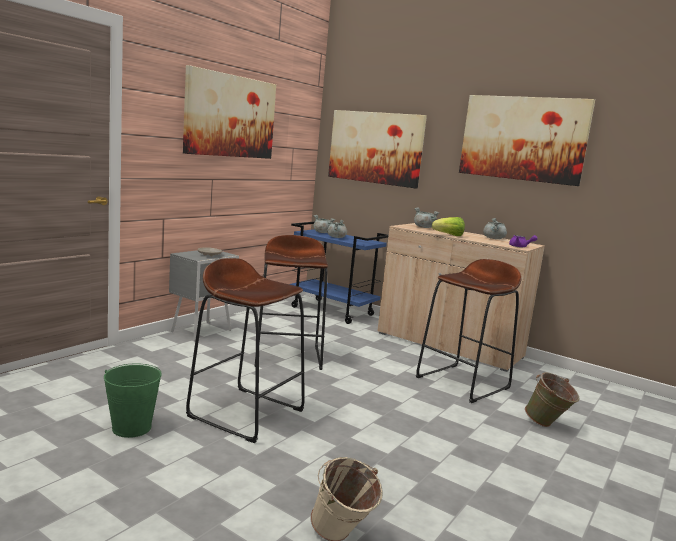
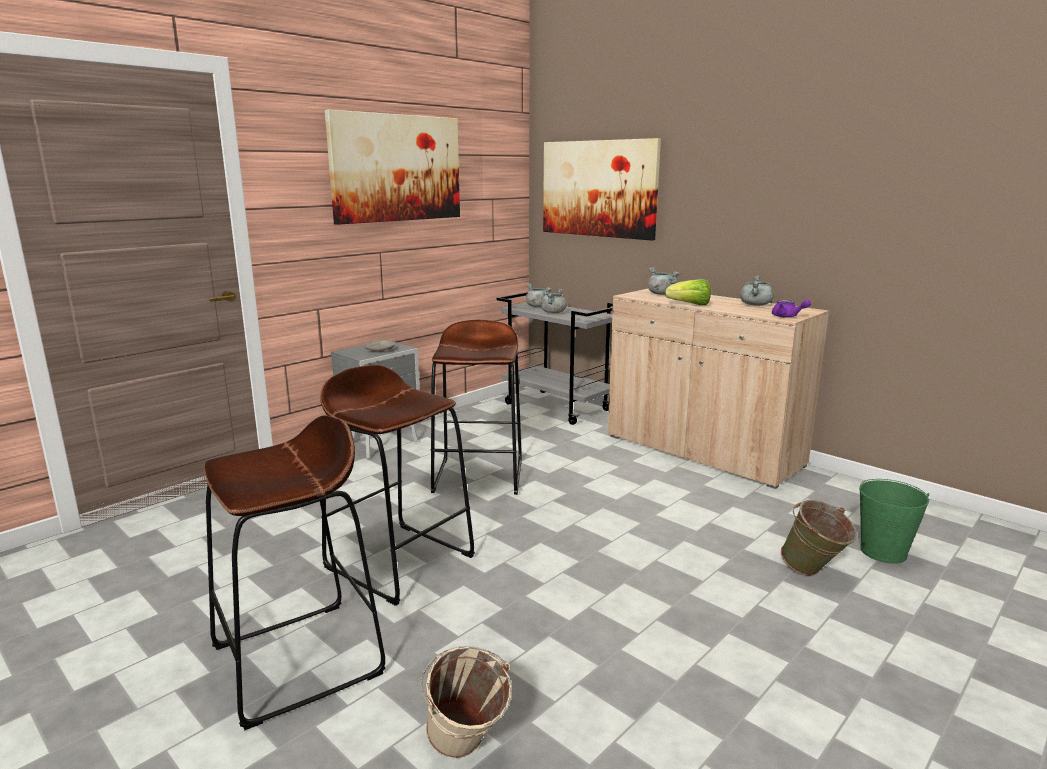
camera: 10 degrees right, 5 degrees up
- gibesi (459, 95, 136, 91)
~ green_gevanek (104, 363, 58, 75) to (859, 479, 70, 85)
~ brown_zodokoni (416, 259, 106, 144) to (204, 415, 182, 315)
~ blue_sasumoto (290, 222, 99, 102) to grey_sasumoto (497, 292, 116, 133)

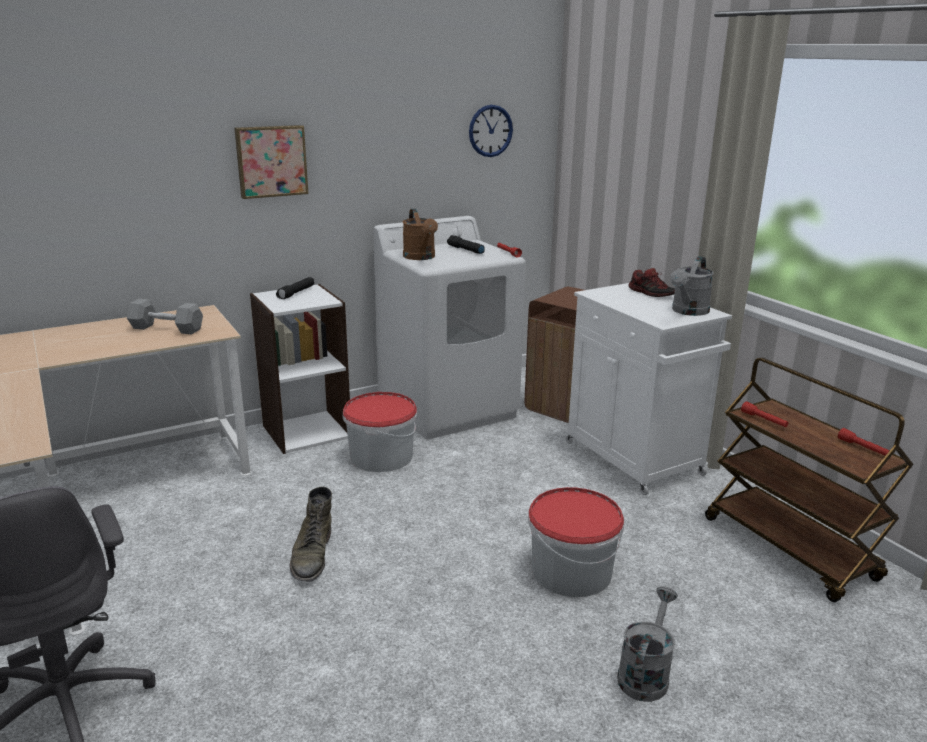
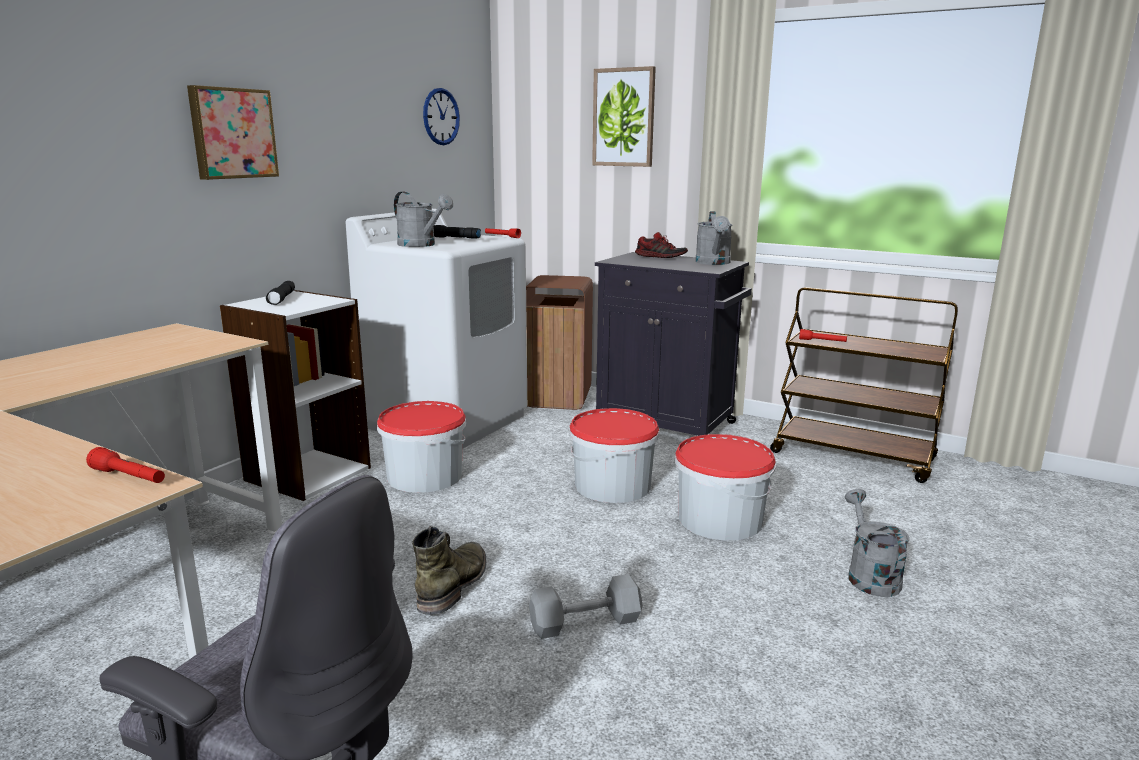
camera: 30 degrees left, 5 degrees down
+ gevanek (569, 408, 90, 95)
+ gibesi (592, 66, 64, 101)
~ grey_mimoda (127, 299, 76, 36) to (529, 574, 114, 65)
~ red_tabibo (838, 428, 52, 28) to (86, 447, 79, 36)
~ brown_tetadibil (403, 209, 35, 51) to grey_tetadibil (394, 192, 59, 55)
~ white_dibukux (566, 283, 166, 212) to black_dibukux (595, 252, 157, 184)
~ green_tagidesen (289, 486, 43, 96) = (412, 526, 75, 89) 135 degrees counterclockwise

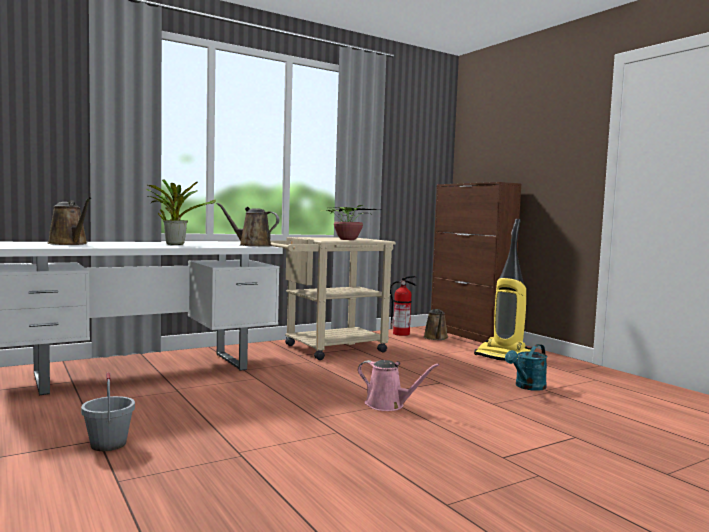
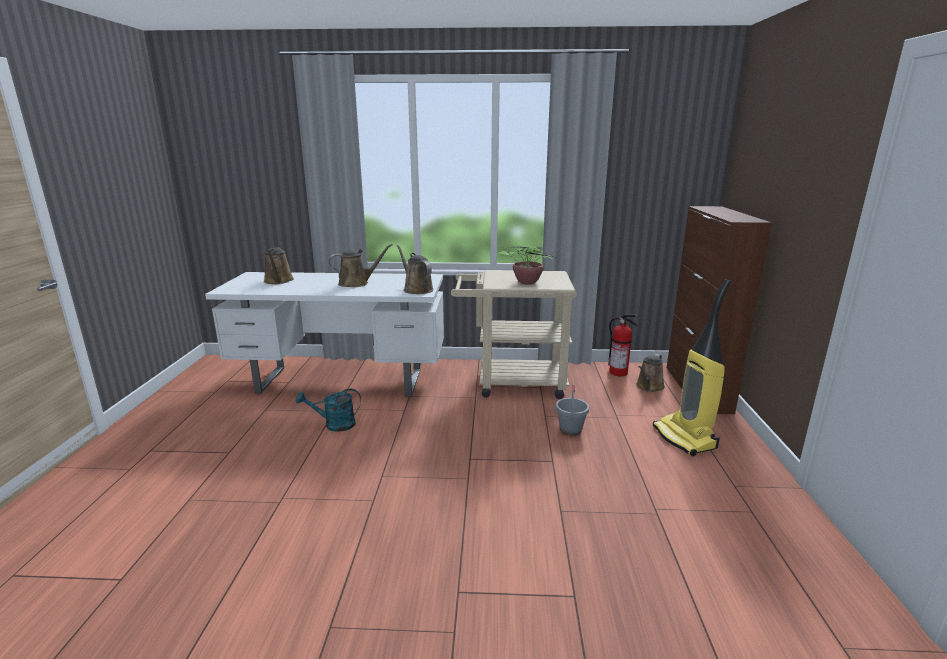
camera: 35 degrees right, 15 degrees up
- pink_tetadibil (358, 360, 82, 51)
~ grey_gevanek (81, 372, 54, 79) to (556, 385, 33, 50)
~ turquoise_tetadibil (505, 344, 43, 47) to (296, 389, 65, 43)
~ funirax (146, 179, 70, 66) to brown_tetadibil (329, 244, 63, 43)

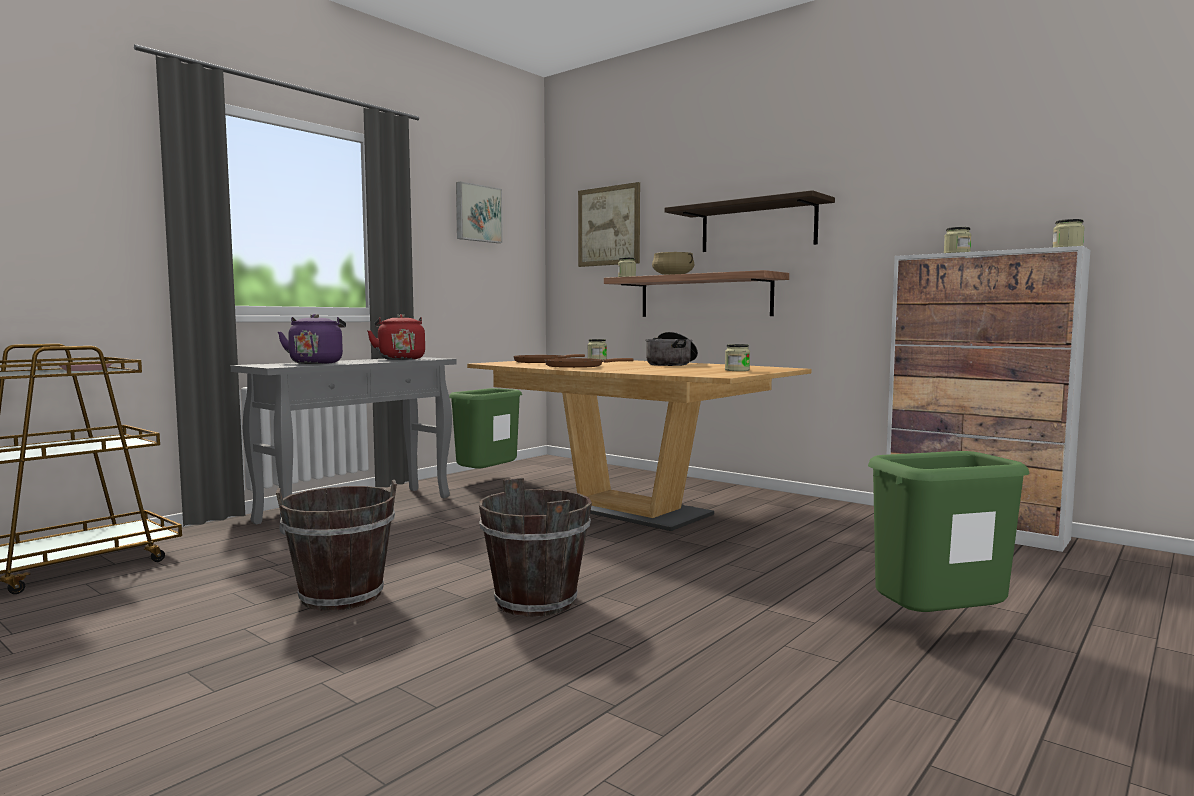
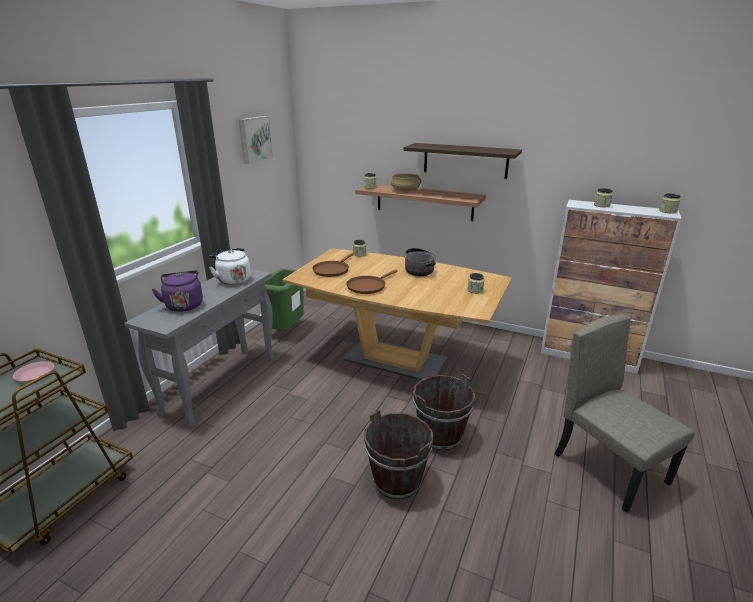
camera: 15 degrees left, 20 degrees up
- gibesi (578, 182, 62, 85)
~ brown_gevanek (276, 480, 121, 131) to (413, 374, 62, 77)
~ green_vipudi (868, 451, 162, 161) to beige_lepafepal (554, 315, 141, 198)
~ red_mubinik (367, 314, 58, 46) to white_mubinik (209, 248, 42, 37)

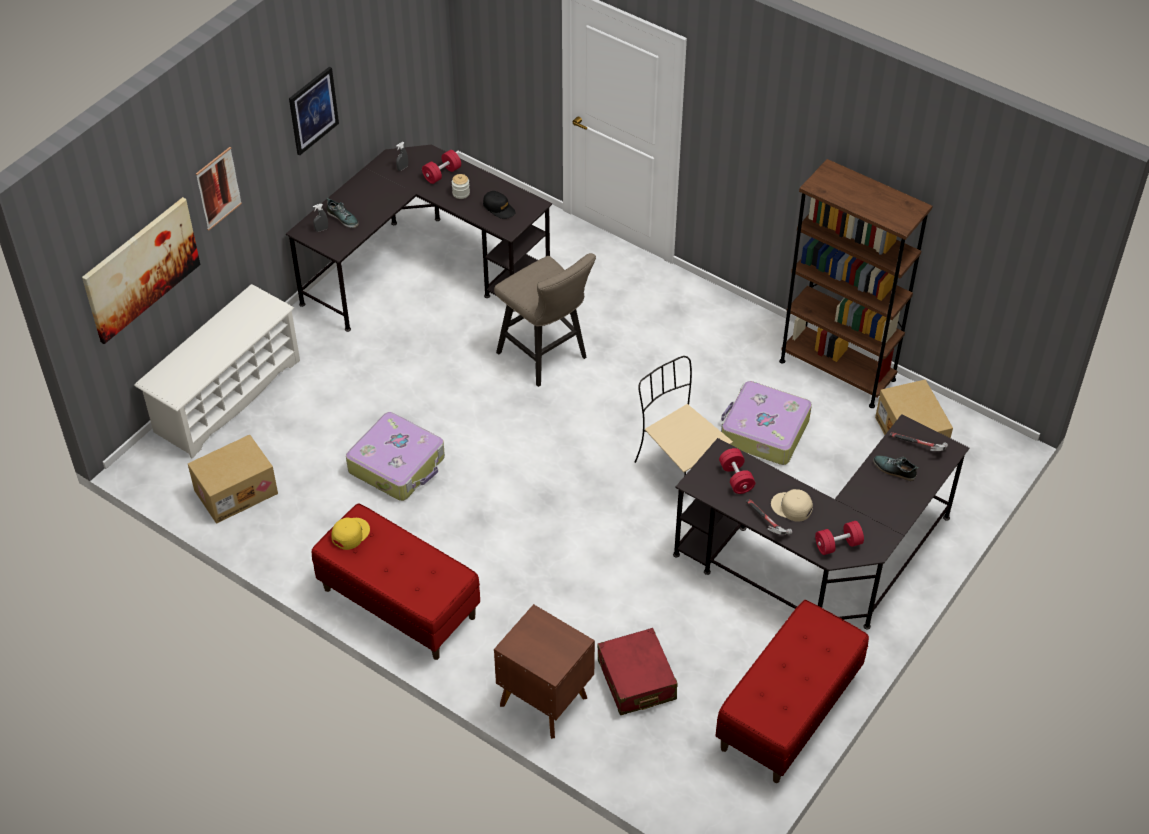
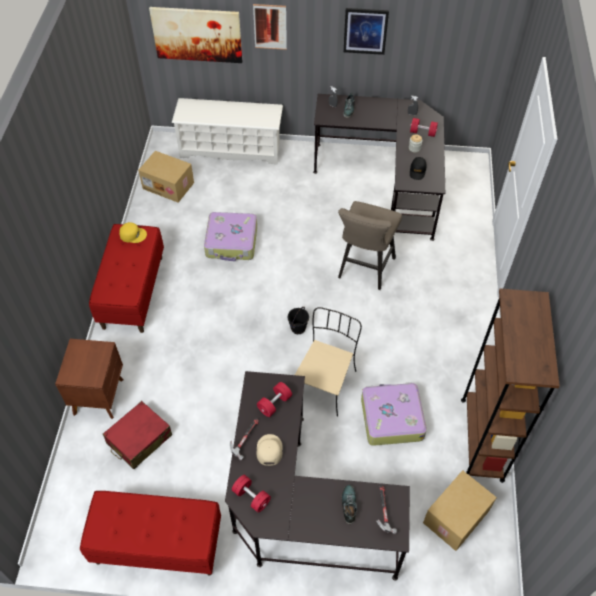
camera: 60 degrees right, 5 degrees up
+ black_gevanek (288, 307, 21, 27)

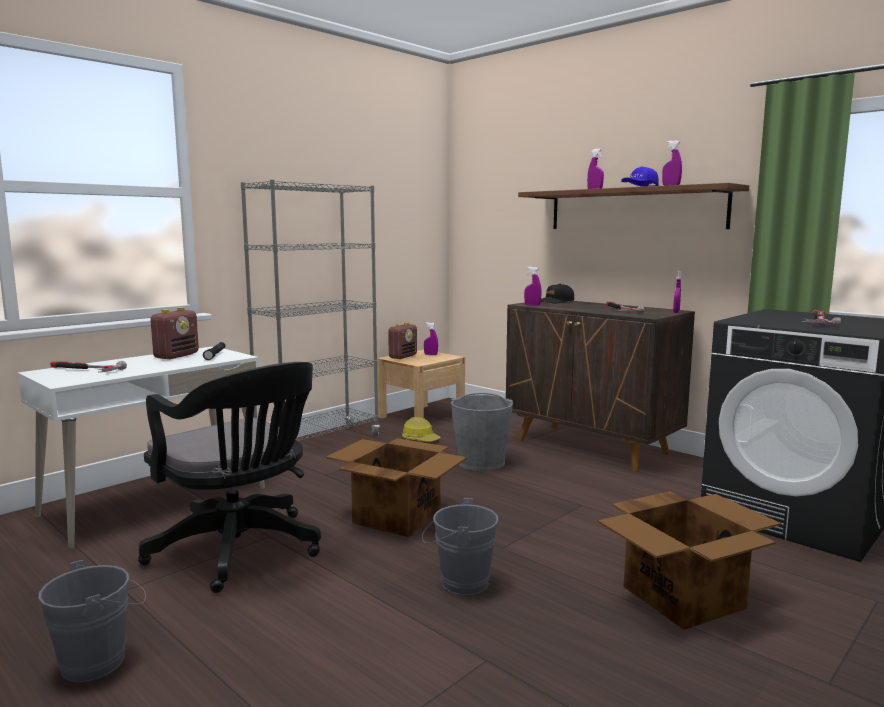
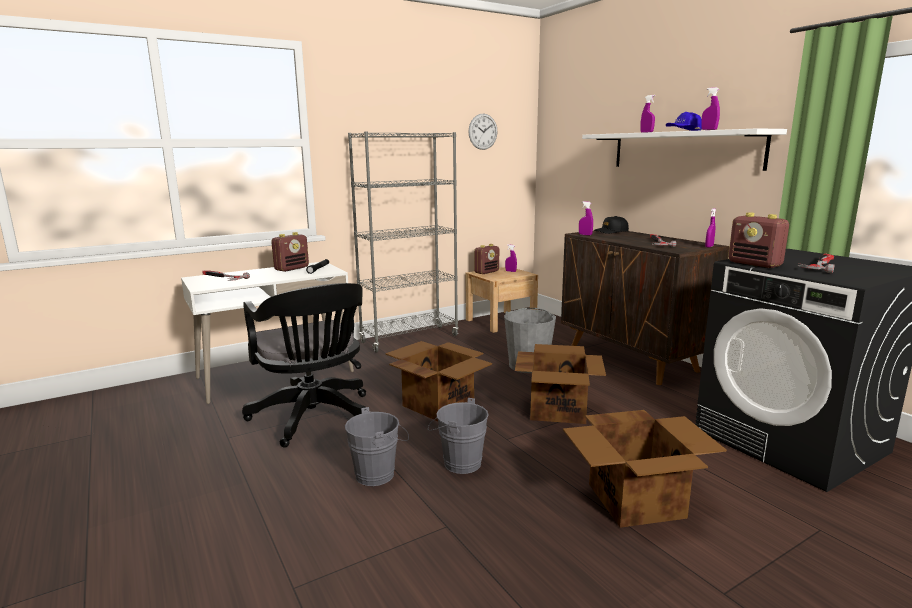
camera: 15 degrees right, 5 degrees up
- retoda (402, 417, 39, 25)
+ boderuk (468, 113, 29, 37)
+ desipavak (515, 344, 91, 80)
+ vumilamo (728, 212, 61, 56)
~ grey_gevanek (38, 560, 108, 122) to (345, 407, 64, 79)
~ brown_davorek (518, 183, 231, 46) to white_davorek (582, 128, 205, 43)

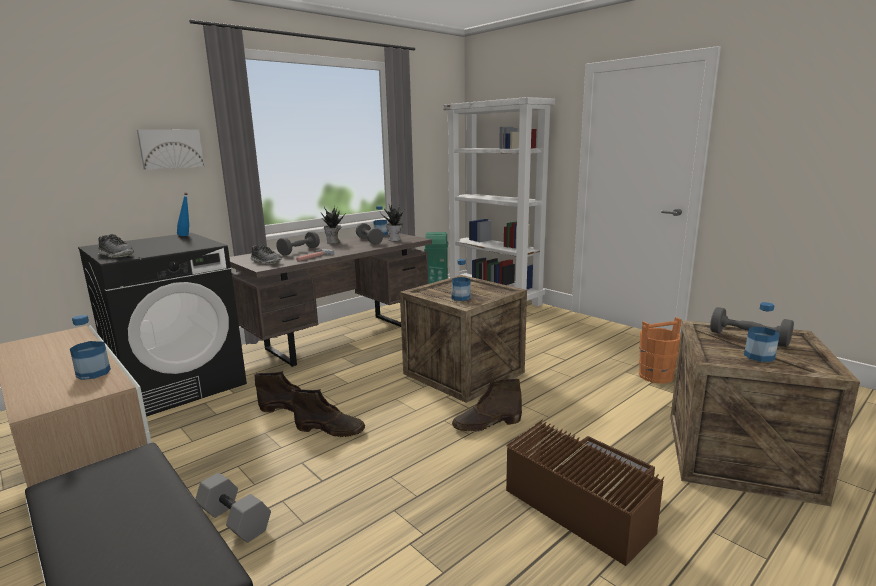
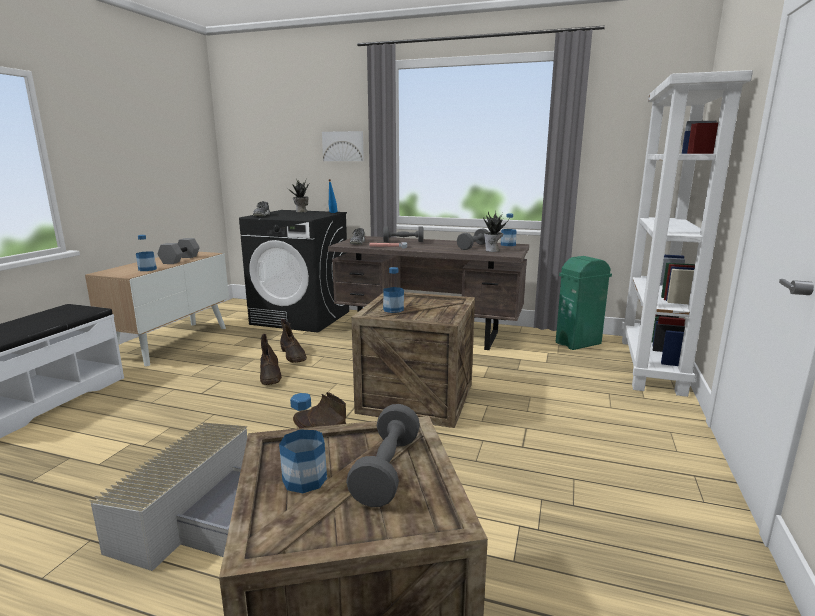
camera: 60 degrees right, 0 degrees up
- orange_gevanek (639, 317, 43, 67)
~ grey_mimoda (195, 473, 76, 70) to (157, 238, 43, 26)
~ funirax (321, 207, 24, 37) to (288, 179, 21, 33)
~ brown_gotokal (506, 419, 158, 147) to grey_gotokal (89, 422, 158, 149)

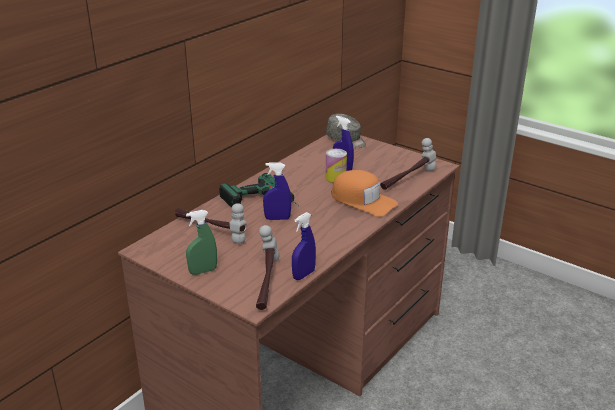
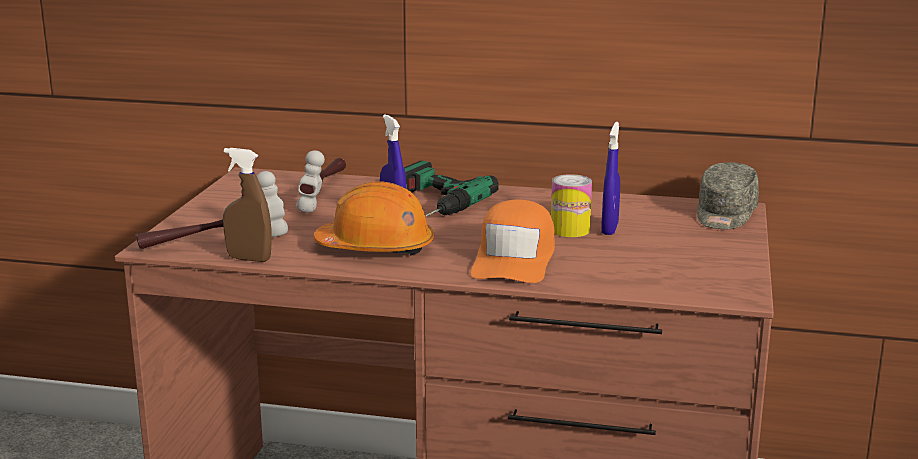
camera: 65 degrees right, 10 degrees down
- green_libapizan (186, 210, 31, 65)
- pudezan (380, 138, 56, 52)
+ orange_retoda (313, 182, 121, 74)
~ blue_libapizan (292, 212, 24, 68) to brown_libapizan (223, 148, 49, 114)

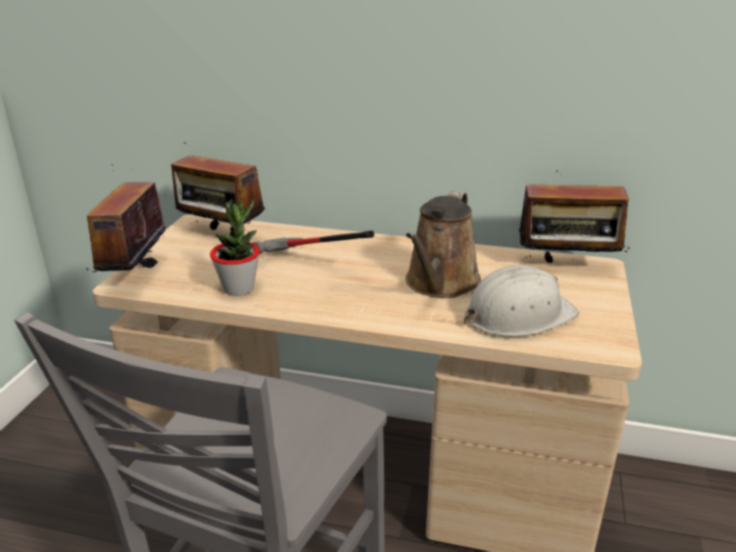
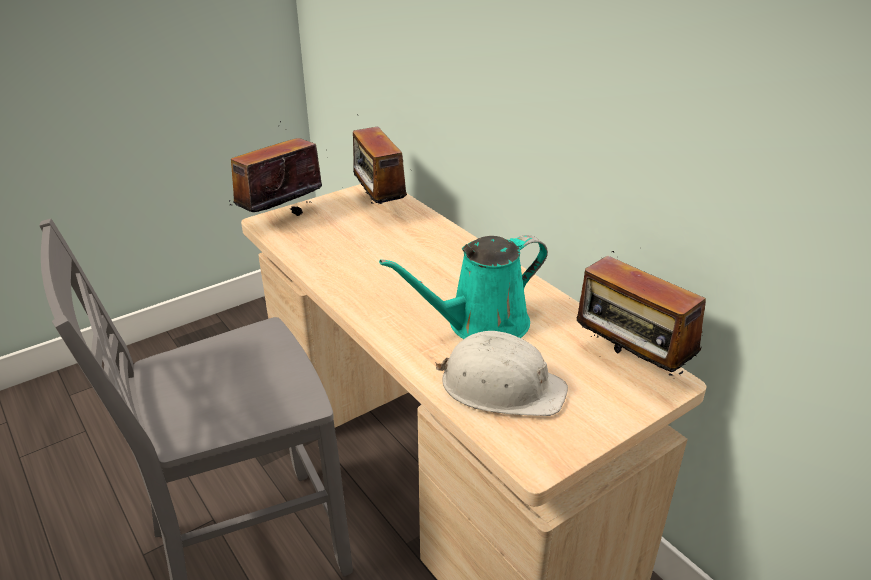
camera: 40 degrees right, 5 degrees up
- funirax (210, 199, 50, 97)
- pudezan (253, 231, 121, 23)
~ brown_tetadibil (406, 191, 75, 107) to turquoise_tetadibil (379, 235, 169, 104)

